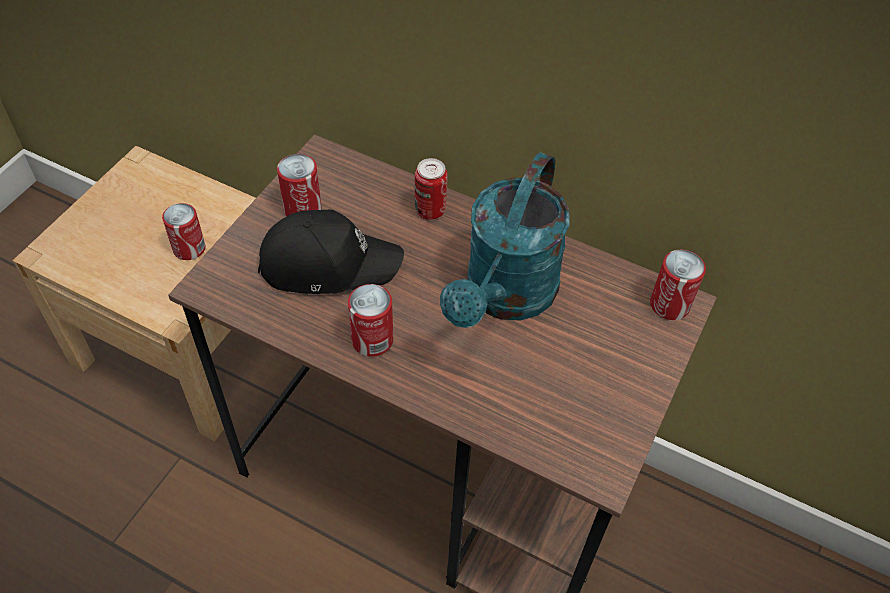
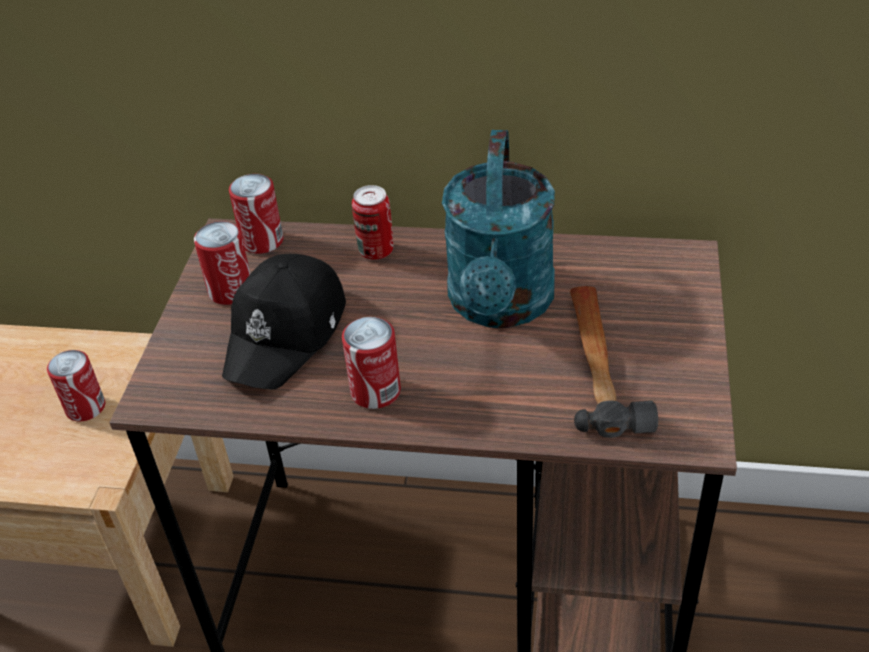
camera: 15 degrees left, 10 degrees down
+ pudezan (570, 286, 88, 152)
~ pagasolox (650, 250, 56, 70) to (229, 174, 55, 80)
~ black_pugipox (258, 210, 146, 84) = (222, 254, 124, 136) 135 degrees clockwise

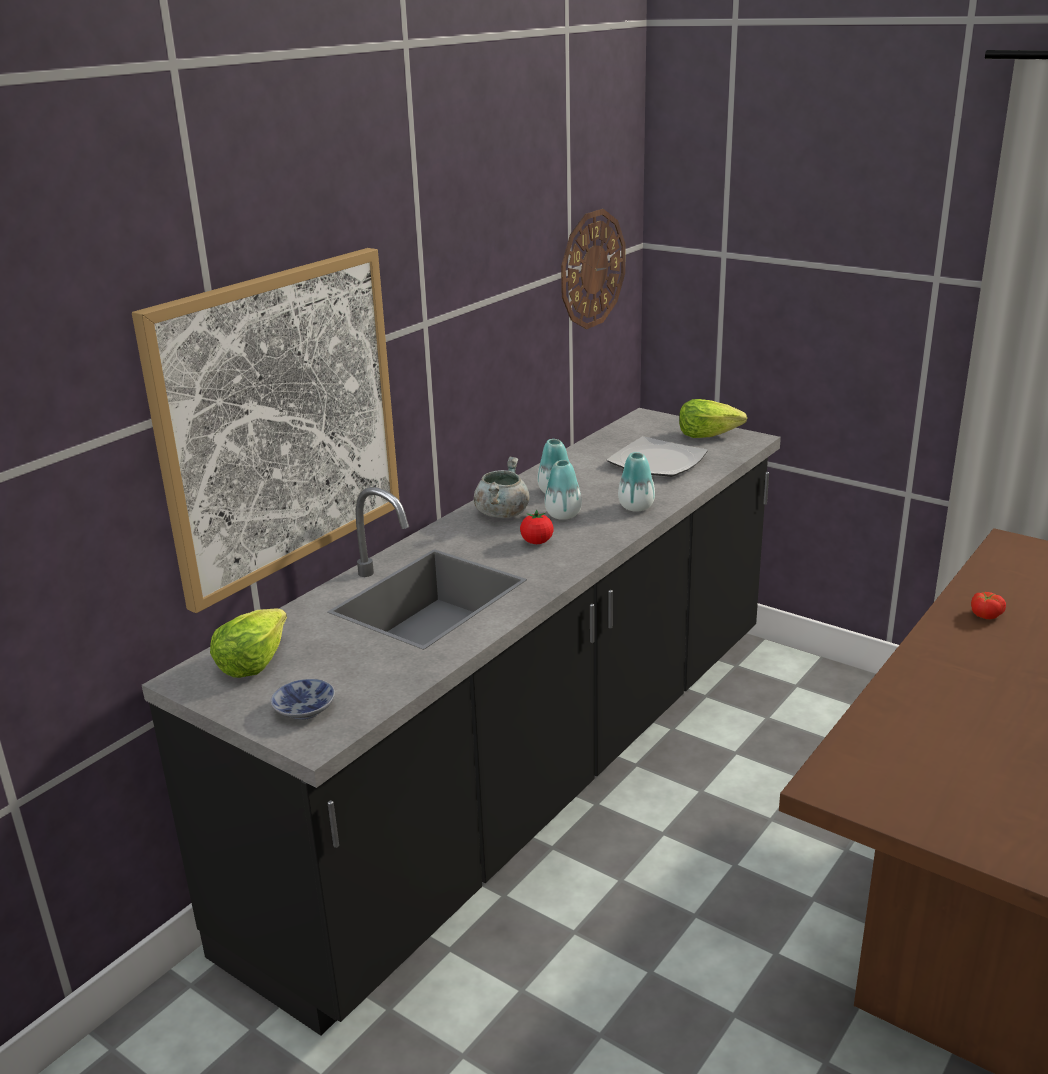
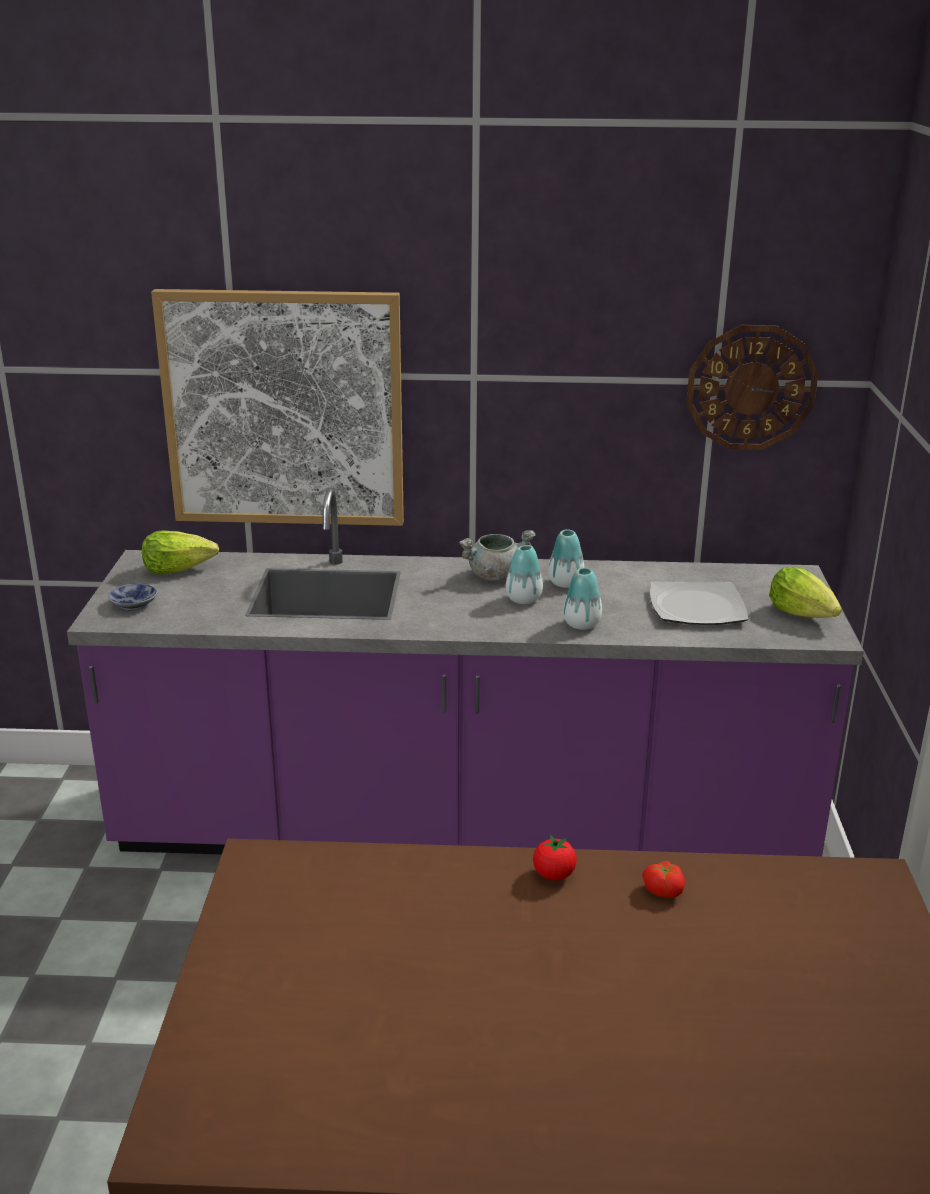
camera: 55 degrees right, 0 degrees up
~ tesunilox (520, 510, 34, 34) to (533, 835, 44, 46)
~ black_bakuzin (142, 408, 639, 628) to purple_bakuzin (67, 488, 797, 369)

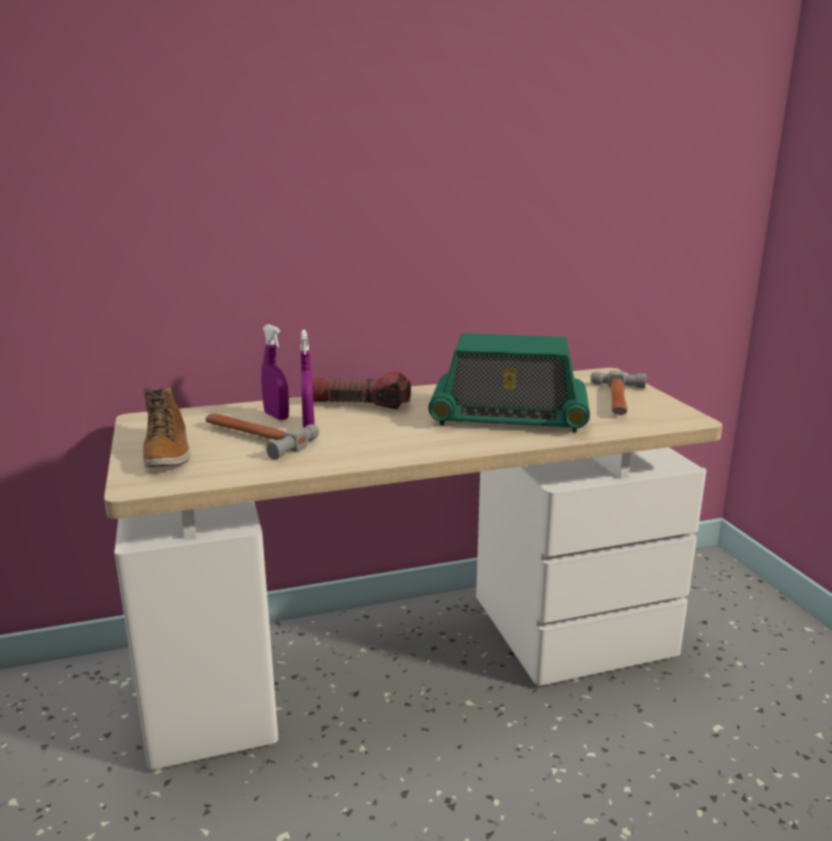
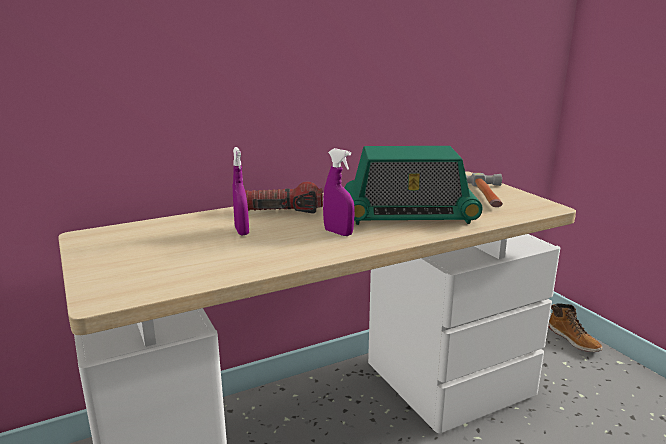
camera: 10 degrees left, 0 degrees up
- pudezan (205, 413, 114, 47)
~ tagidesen (143, 387, 48, 80) to (548, 303, 55, 49)
~ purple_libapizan (261, 324, 28, 96) to (323, 148, 32, 88)

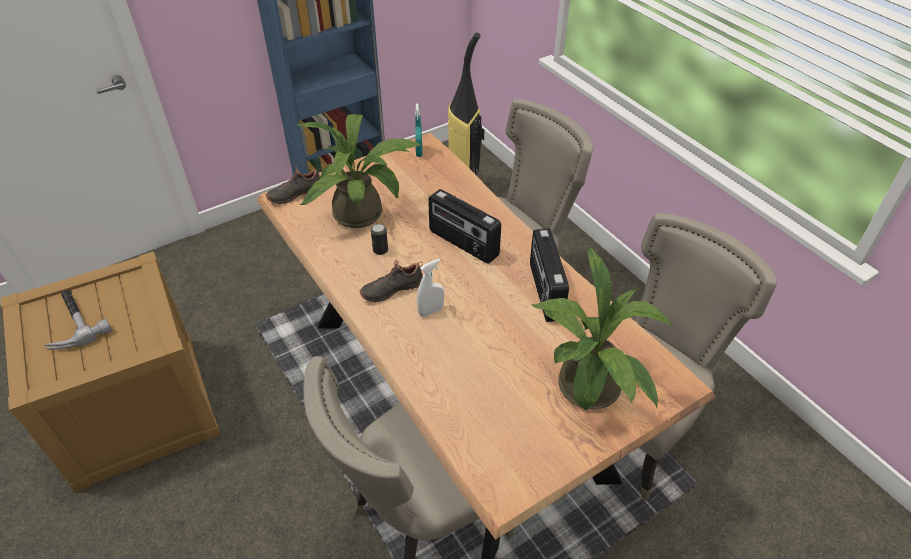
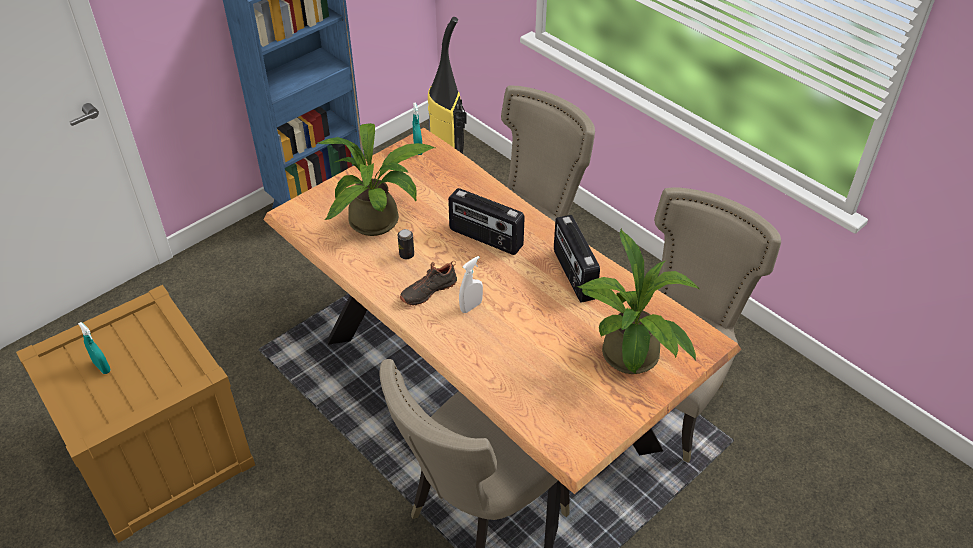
camera: 10 degrees left, 0 degrees up
- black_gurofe (266, 166, 54, 38)
~ pudezan (44, 290, 68, 60) to turquoise_libapizan (78, 322, 33, 52)

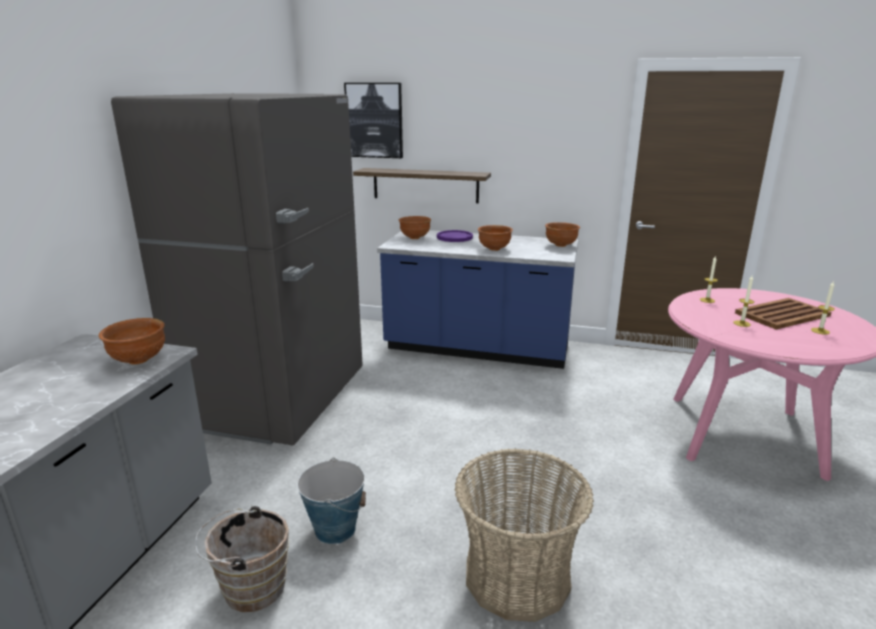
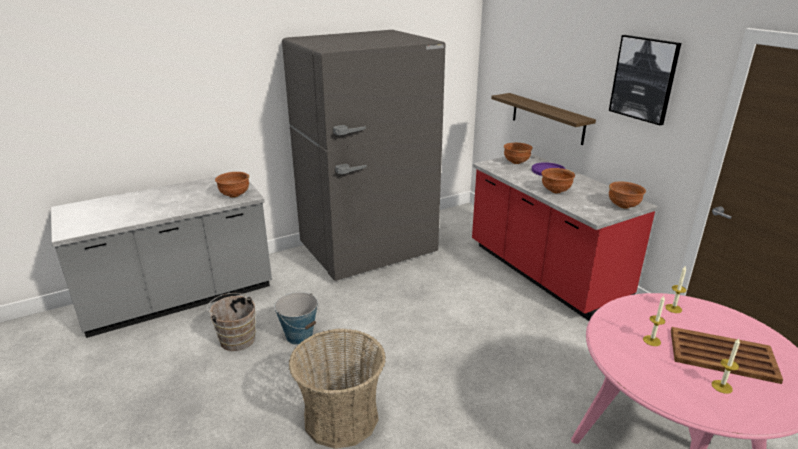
camera: 45 degrees right, 5 degrees up
~ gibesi (344, 83, 59, 75) to (609, 35, 72, 90)
~ blue_bakuzin (377, 230, 201, 139) to red_bakuzin (472, 153, 185, 168)

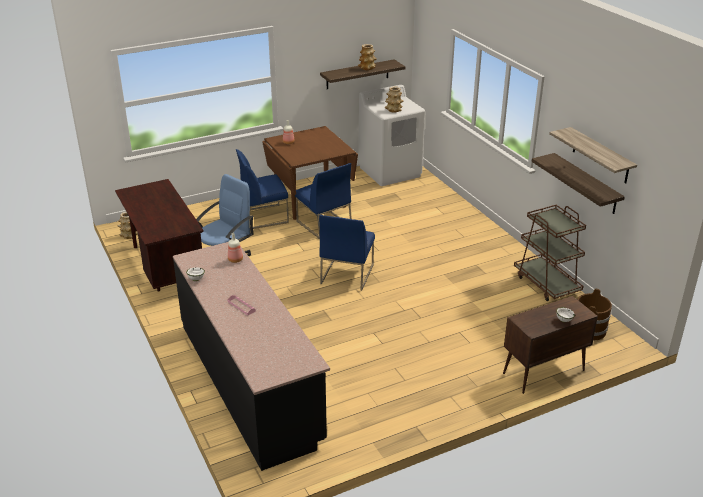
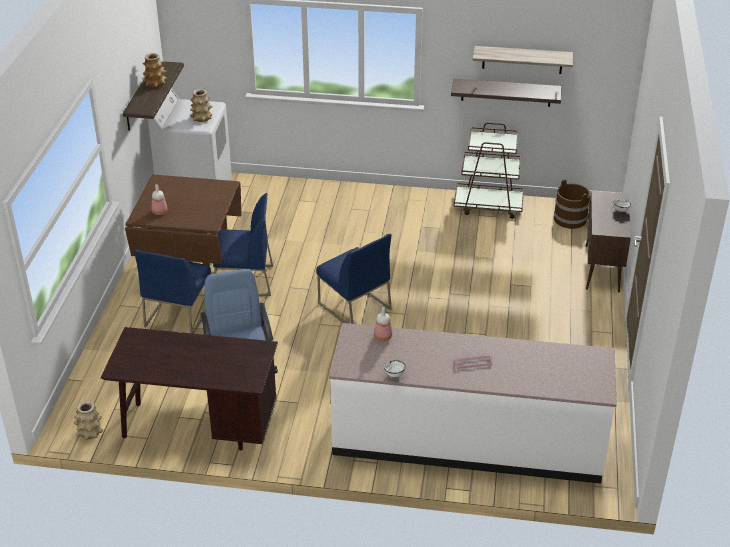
camera: 55 degrees left, 5 degrees up
~ black_bakuzin (173, 242, 157, 229) to white_bakuzin (329, 323, 288, 161)

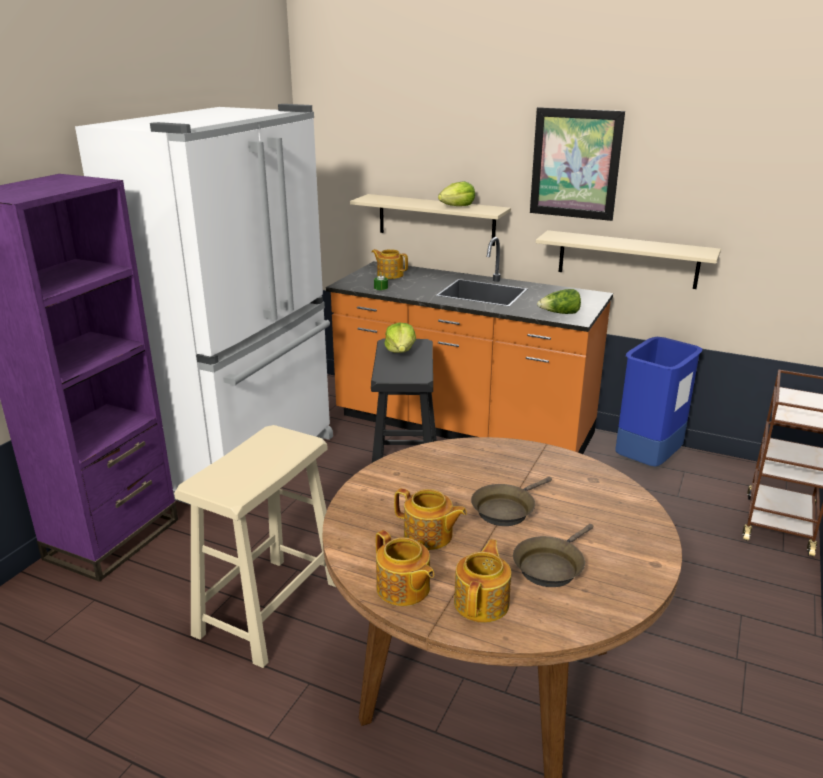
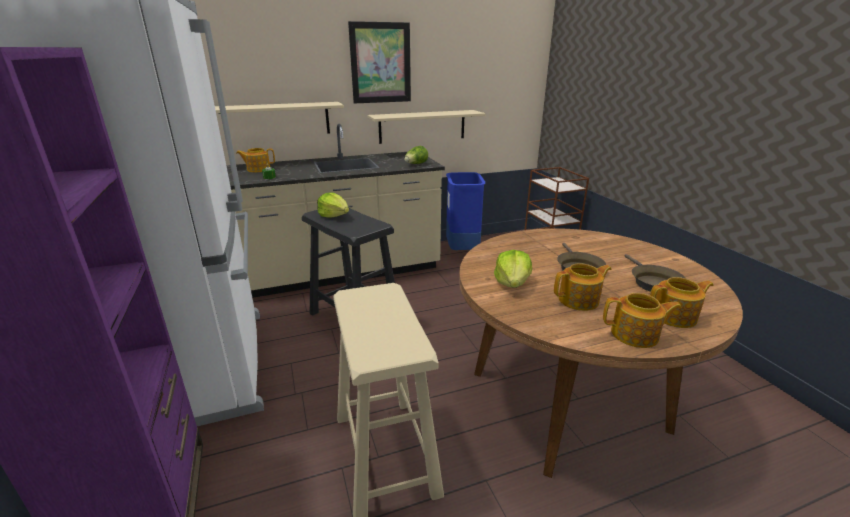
camera: 45 degrees left, 0 degrees up
~ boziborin (438, 181, 37, 25) to (494, 250, 38, 38)
~ orange_bakuzin (326, 237, 287, 217) to beige_bakuzin (226, 124, 219, 174)
~ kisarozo (454, 539, 57, 83) = (650, 277, 63, 51) 105 degrees clockwise

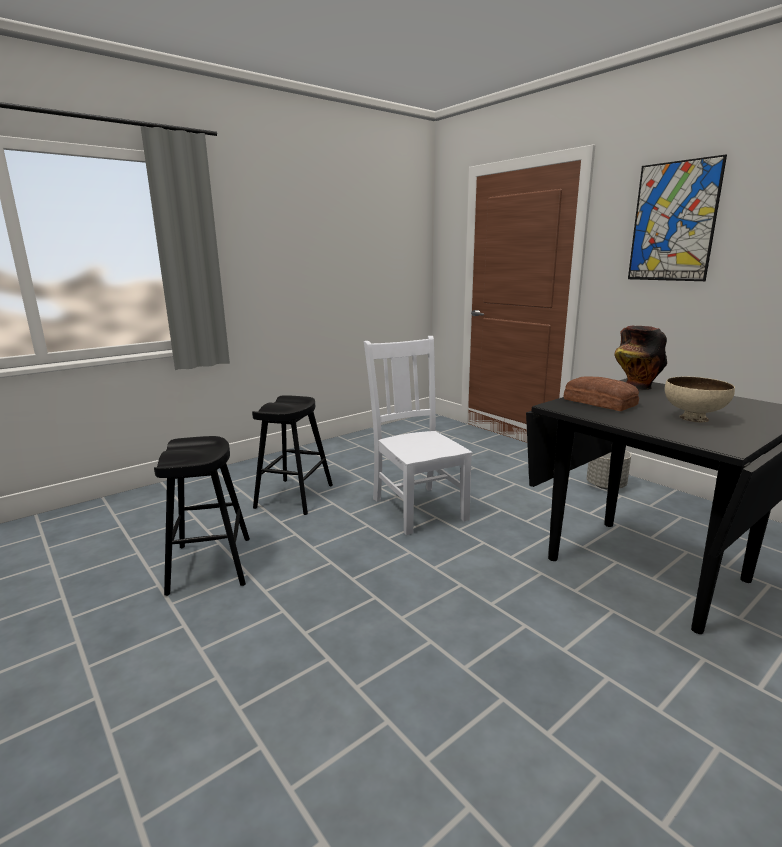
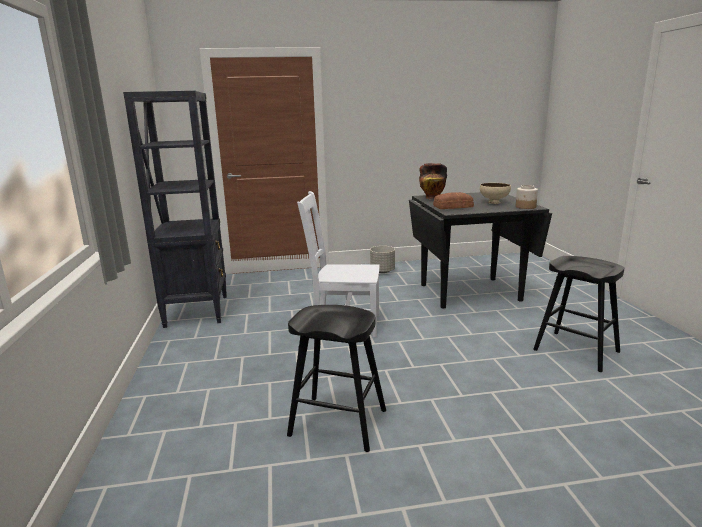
camera: 60 degrees left, 0 degrees up
- gibesi (628, 154, 99, 127)
+ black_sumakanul (123, 91, 104, 237)
+ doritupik (516, 185, 22, 24)
~ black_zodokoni (252, 395, 81, 120) to (533, 256, 91, 116)

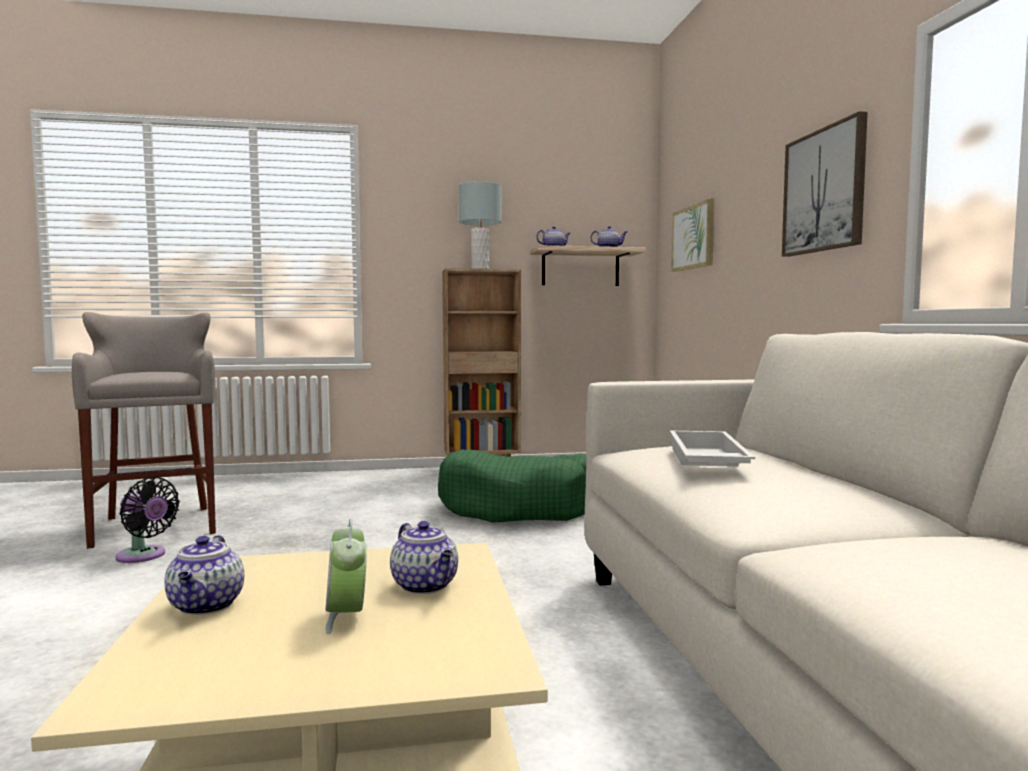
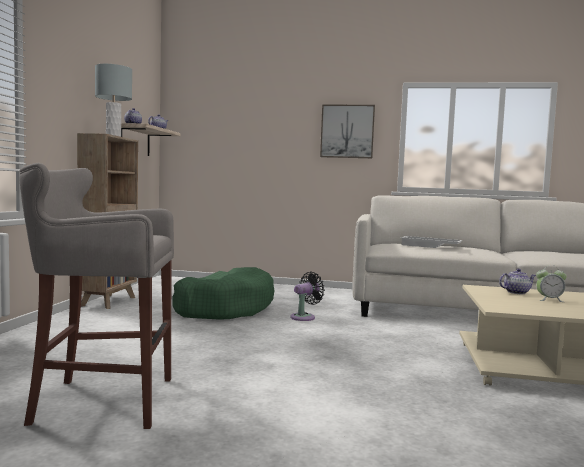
camera: 70 degrees left, 0 degrees up
- kisarozo (164, 535, 80, 80)
- gibesi (671, 198, 43, 74)
~ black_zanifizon (115, 476, 65, 87) to (290, 272, 35, 49)

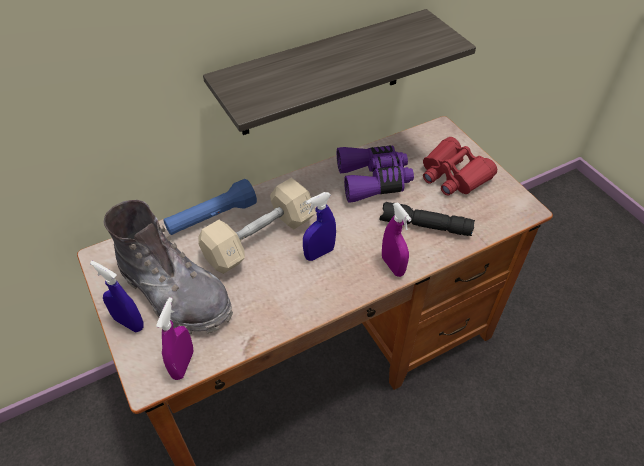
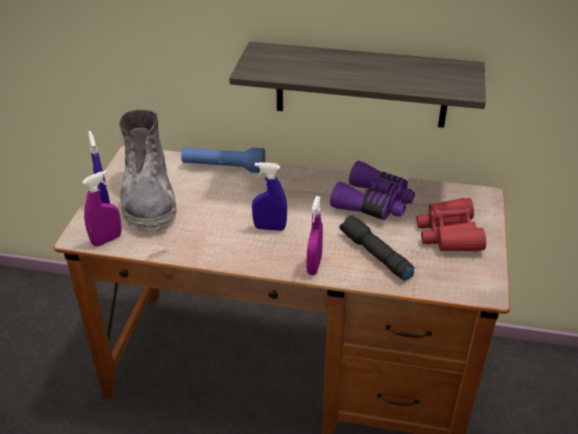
camera: 40 degrees right, 10 degrees down
- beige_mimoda (198, 178, 118, 96)

